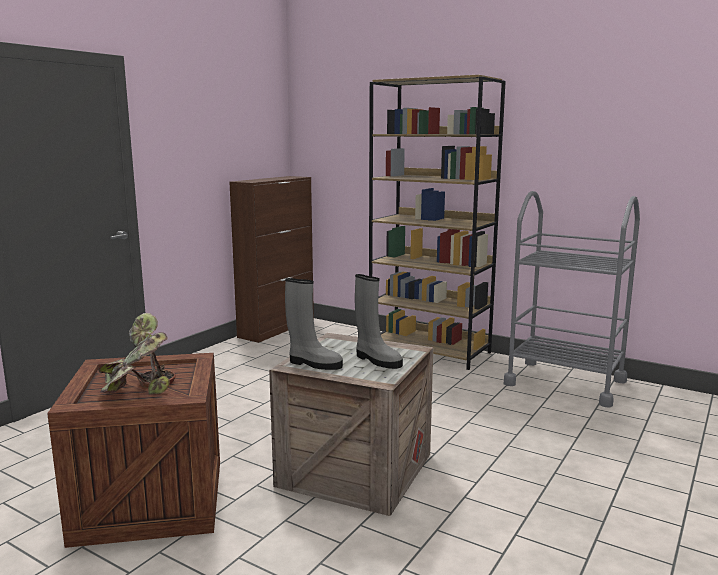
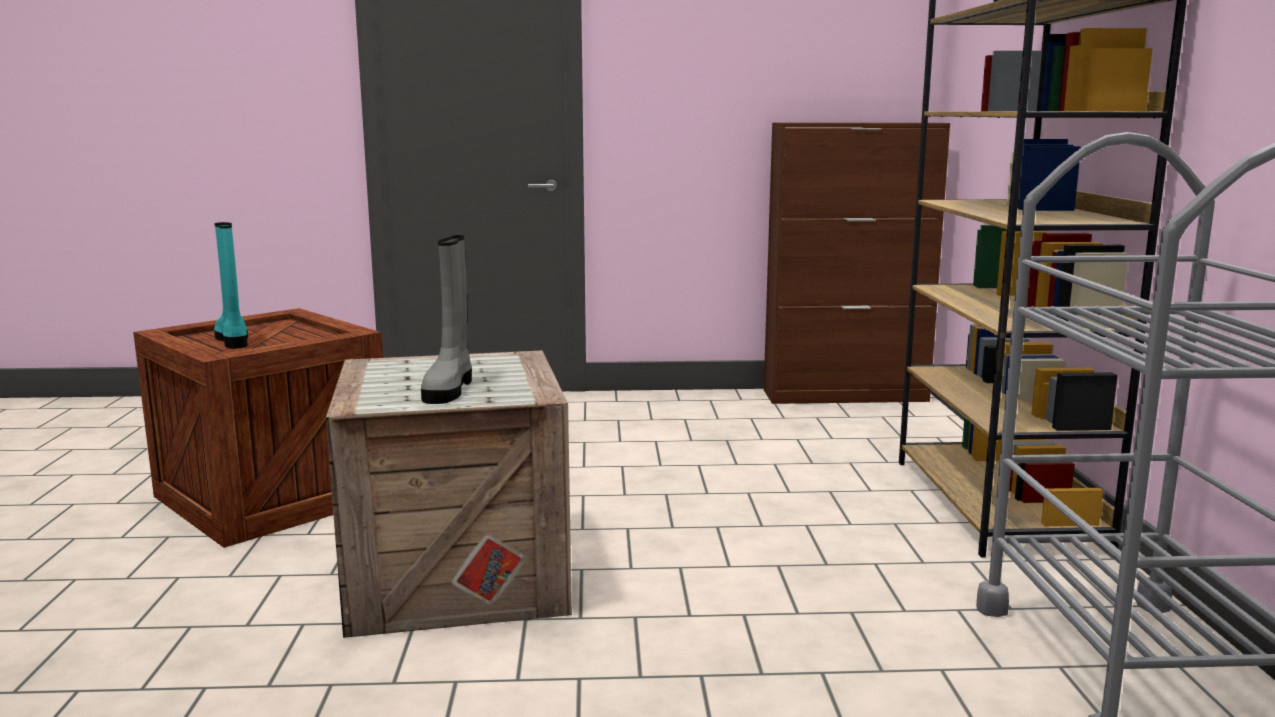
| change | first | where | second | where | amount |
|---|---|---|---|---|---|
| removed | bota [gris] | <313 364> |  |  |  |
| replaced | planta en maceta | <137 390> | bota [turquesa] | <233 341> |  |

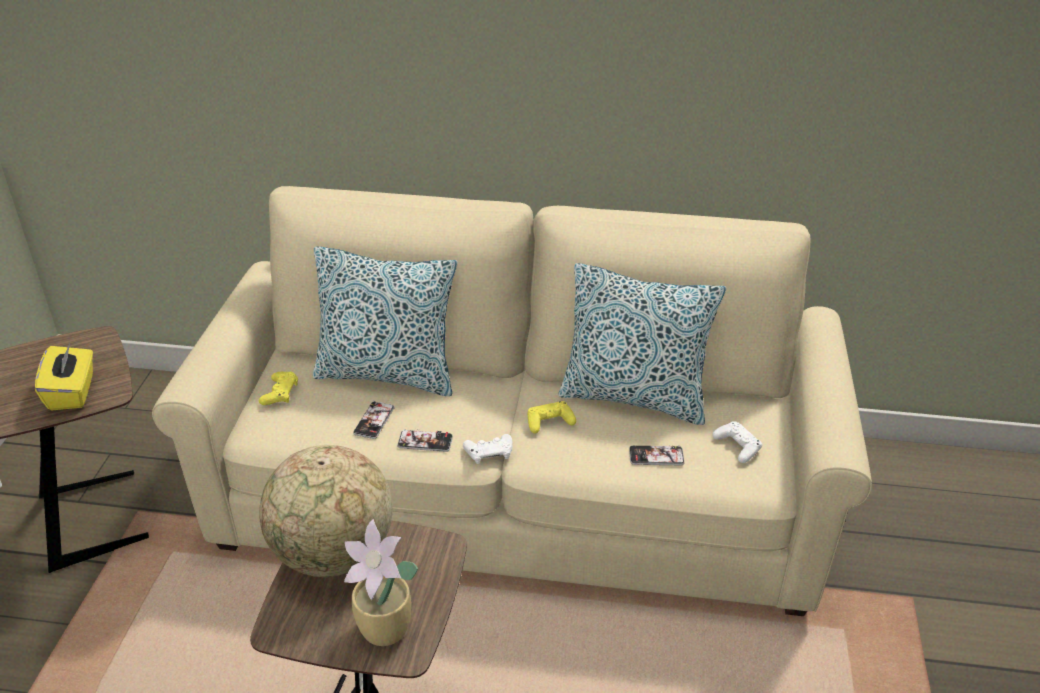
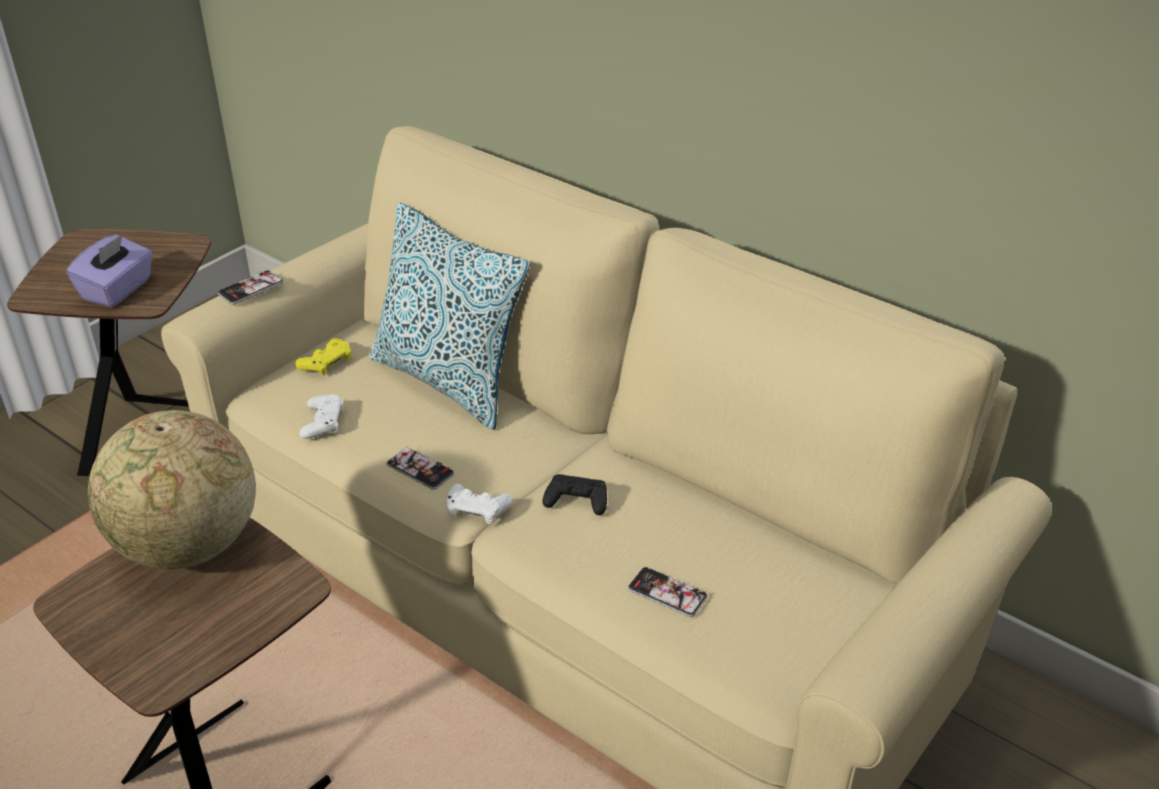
| change | first | where | second | where | amount |
|---|---|---|---|---|---|
| removed | planta en maceta | <386 631> |  |  |  |
| removed | cojín | <634 397> |  |  |  |
| moved | móvil | <374 421> |  | <251 288> |  |
| moved | mando de consola [blanco] | <737 446> |  | <323 422> |  |
| recoloured | caja de pañuelos [amarillo] | <72 392> | caja de pañuelos [morado] | <118 290> |  |
| recoloured | mando de consola [amarillo] | <549 421> | mando de consola [negro] | <576 500> |  |

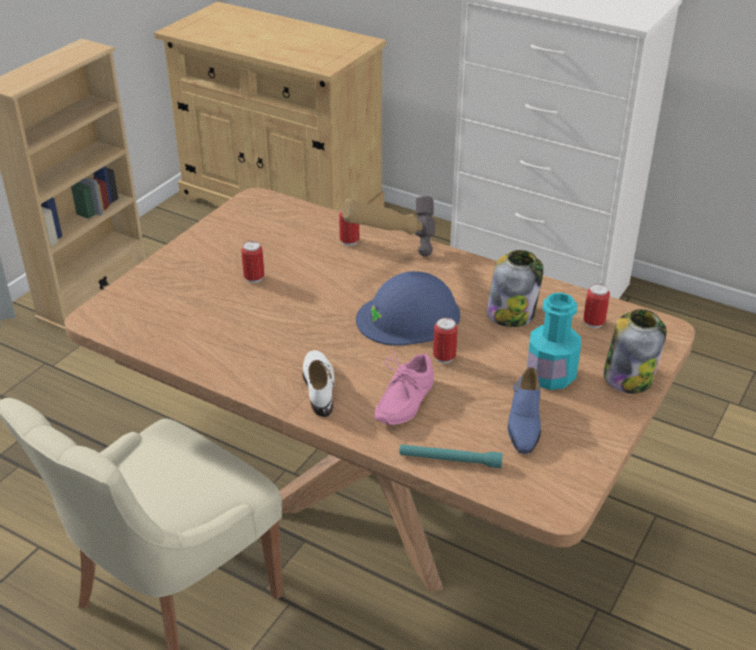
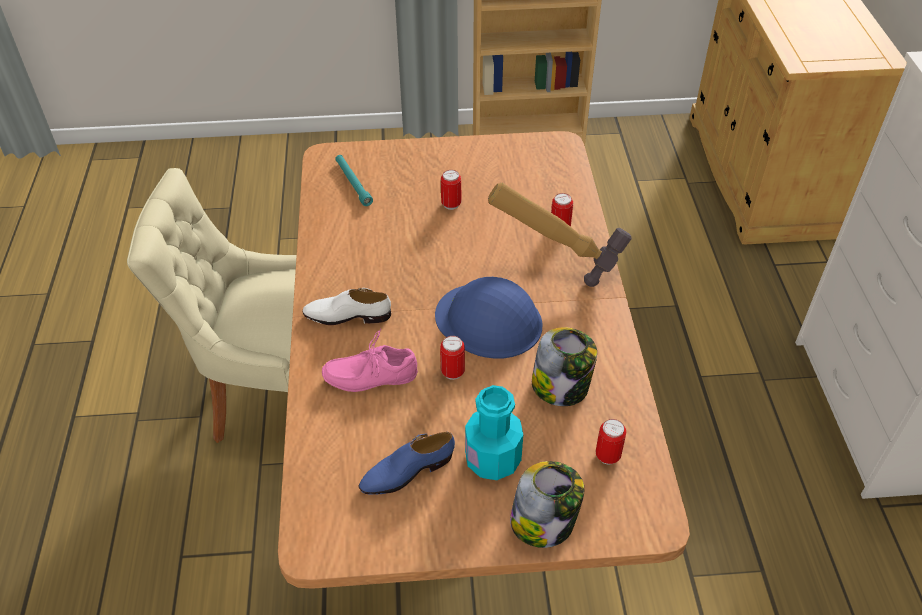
| change | first | where | second | where | amount |
|---|---|---|---|---|---|
| moved | linterna [turquesa] | <450 460> |  | <353 183> |  |
| turned | zapato [blanco] | <319 387> |  | <347 315> | 135 degrees counterclockwise |

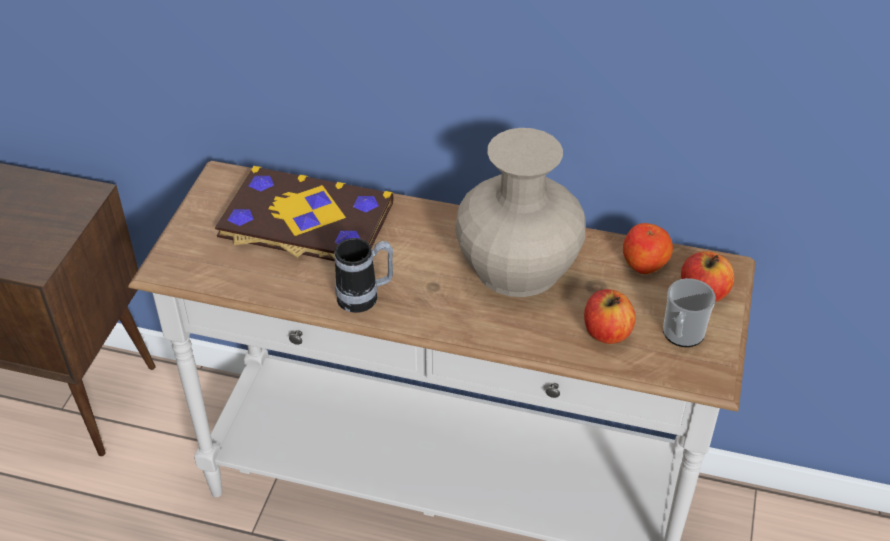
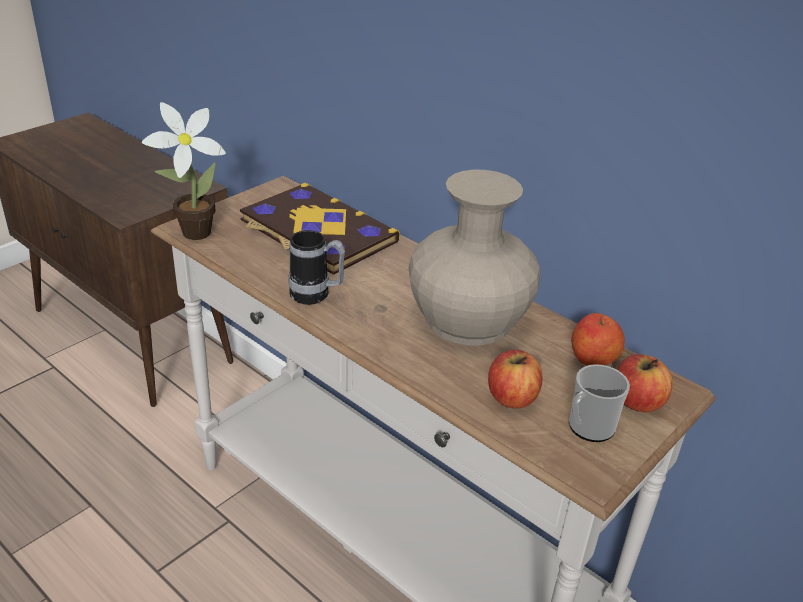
| change | first | where | second | where | amount |
|---|---|---|---|---|---|
| added |  |  | planta en maceta | <191 233> |  |

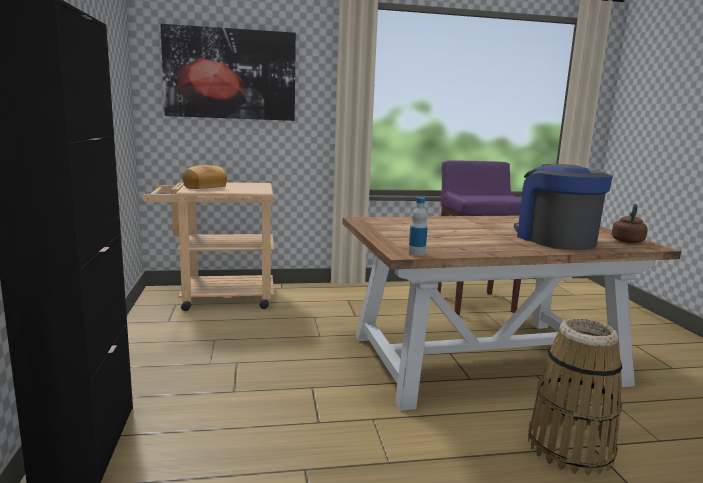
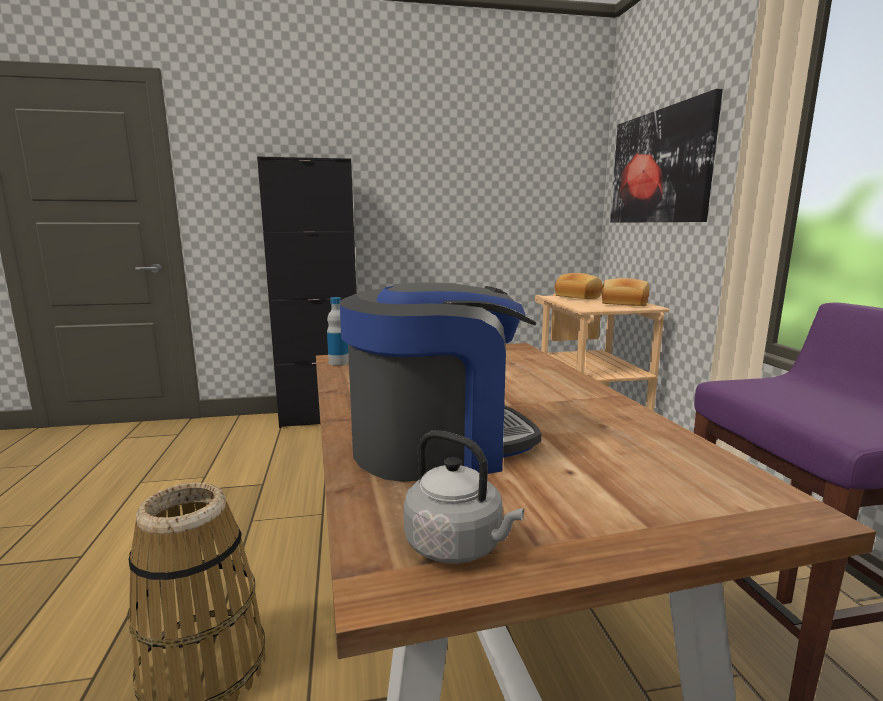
| change | first | where | second | where | amount |
|---|---|---|---|---|---|
| added |  |  | pan | <624 304> |  |
| recoloured | hervidor [marrón] | <627 241> | hervidor [gris] | <458 546> |  |

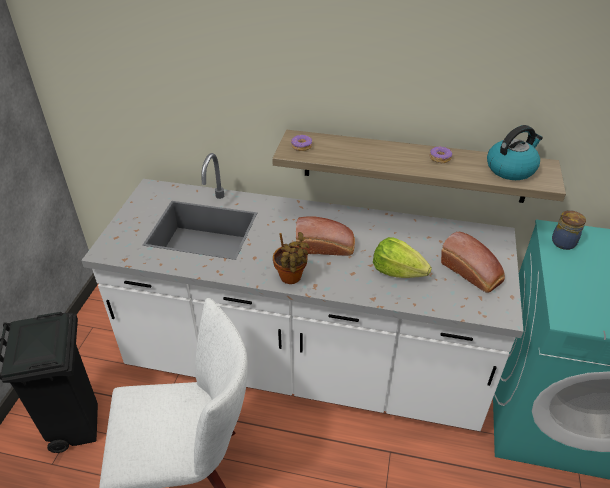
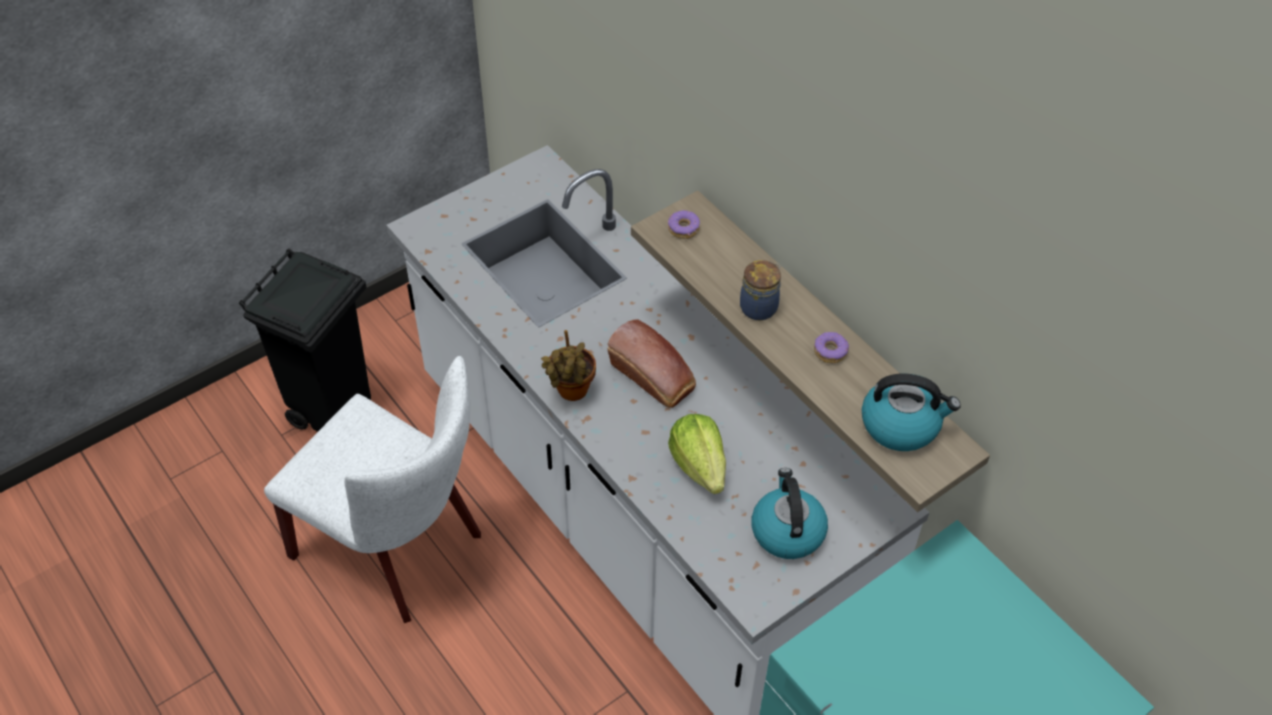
| change | first | where | second | where | amount |
|---|---|---|---|---|---|
| moved | tarro | <563 242> |  | <760 307> |  |
| replaced | pan | <472 273> | hervidor | <787 530> |  |

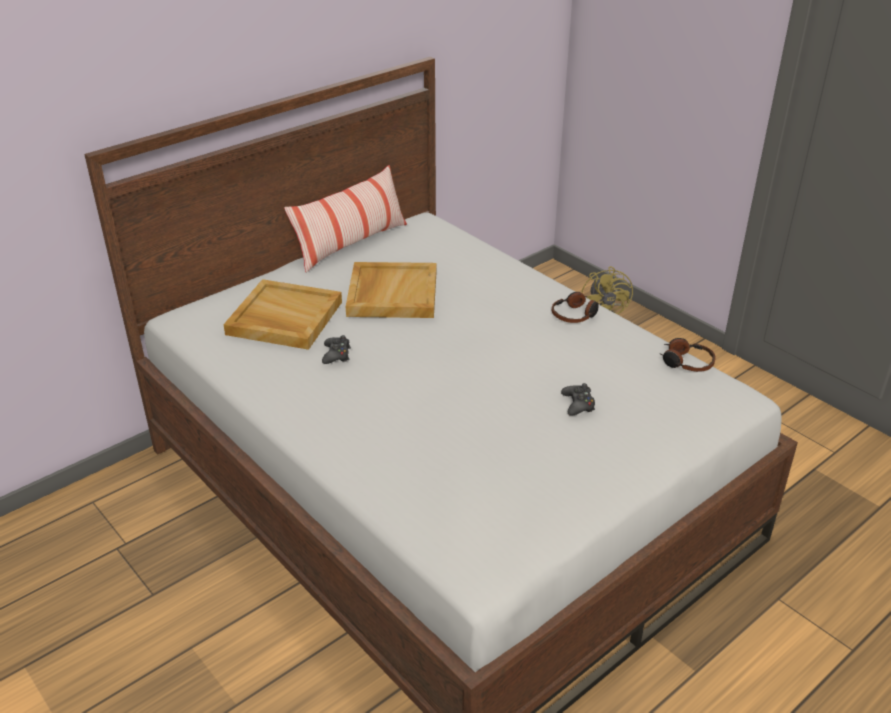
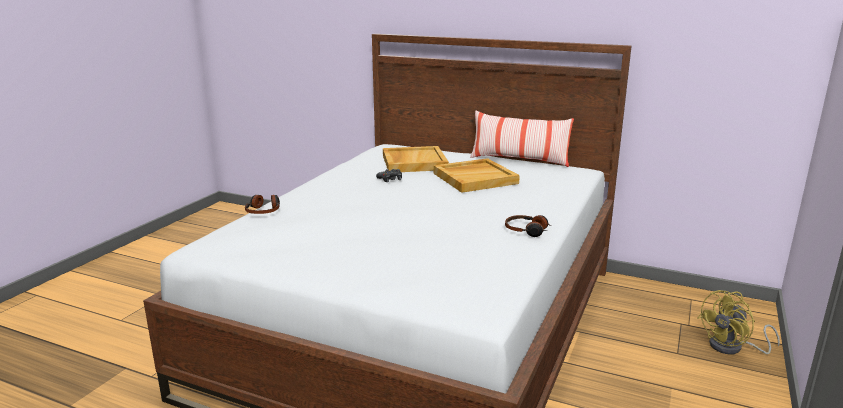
| change | first | where | second | where | amount |
|---|---|---|---|---|---|
| removed | mando de consola [negro] | <578 404> |  |  |  |
| moved | auriculares | <686 362> |  | <264 211> |  |

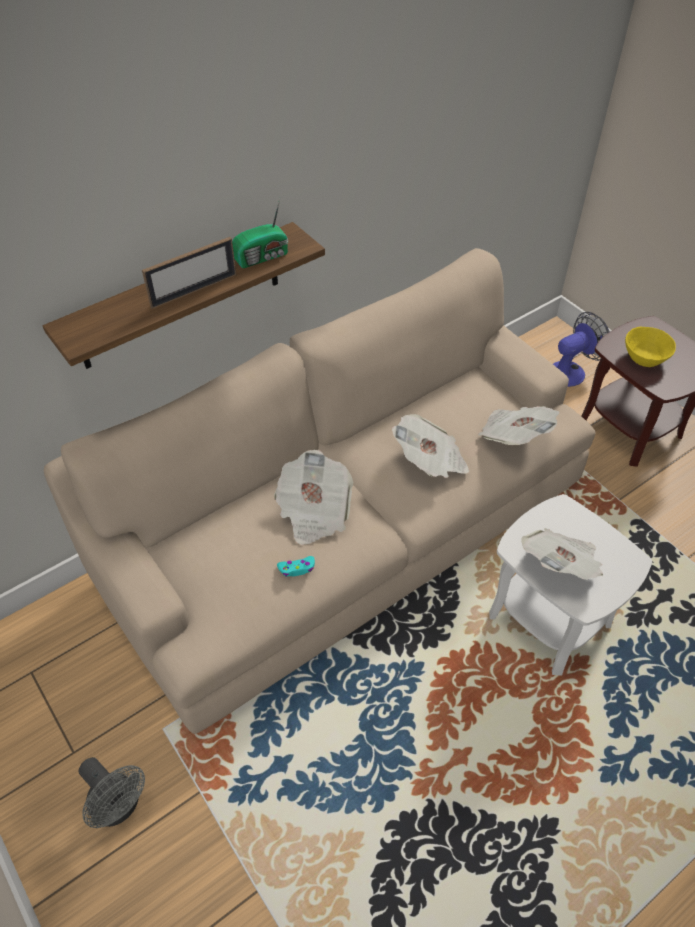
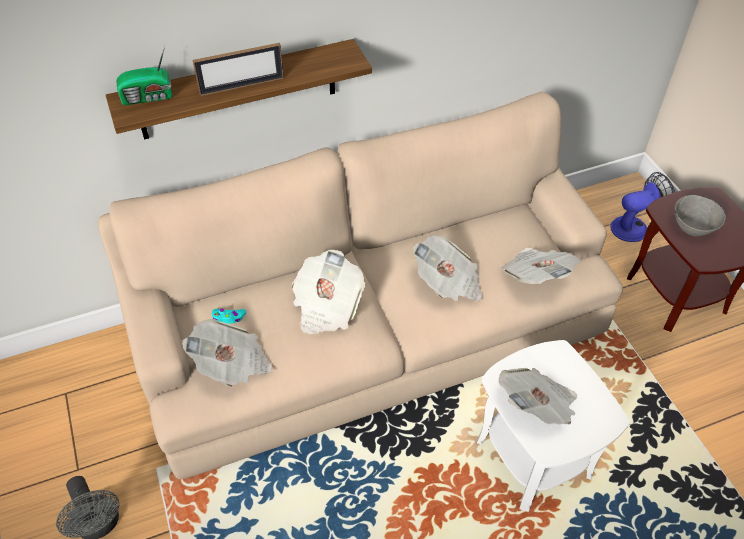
| change | first | where | second | where | amount |
|---|---|---|---|---|---|
| added |  |  | periódico | <232 365> |  |
| moved | radio | <263 257> |  | <149 97> |  |
| moved | mando de consola [turquesa] | <297 569> |  | <229 317> |  |
| recoloured | cuenco [amarillo] | <645 358> | cuenco [gris] | <693 227> |  |

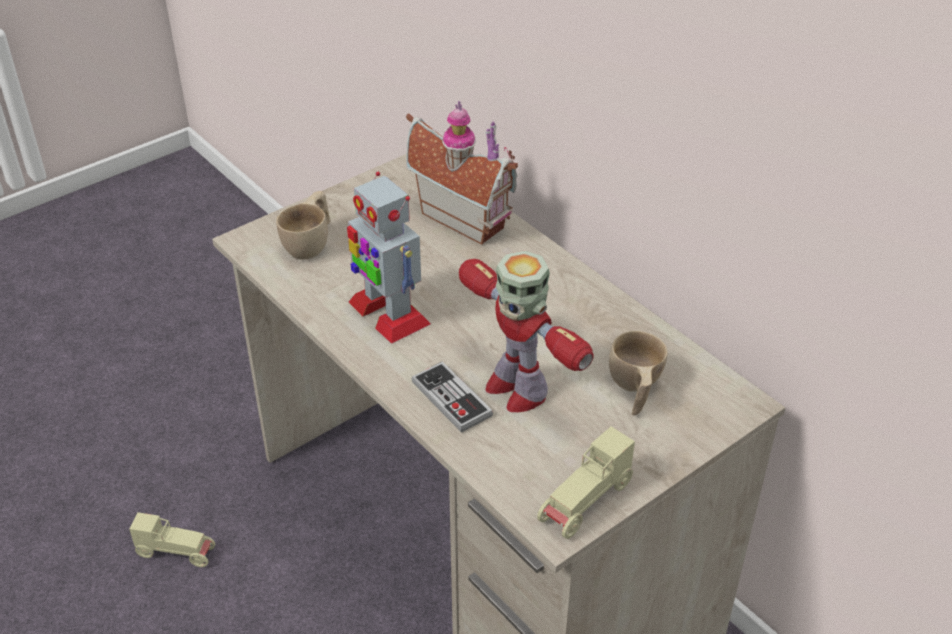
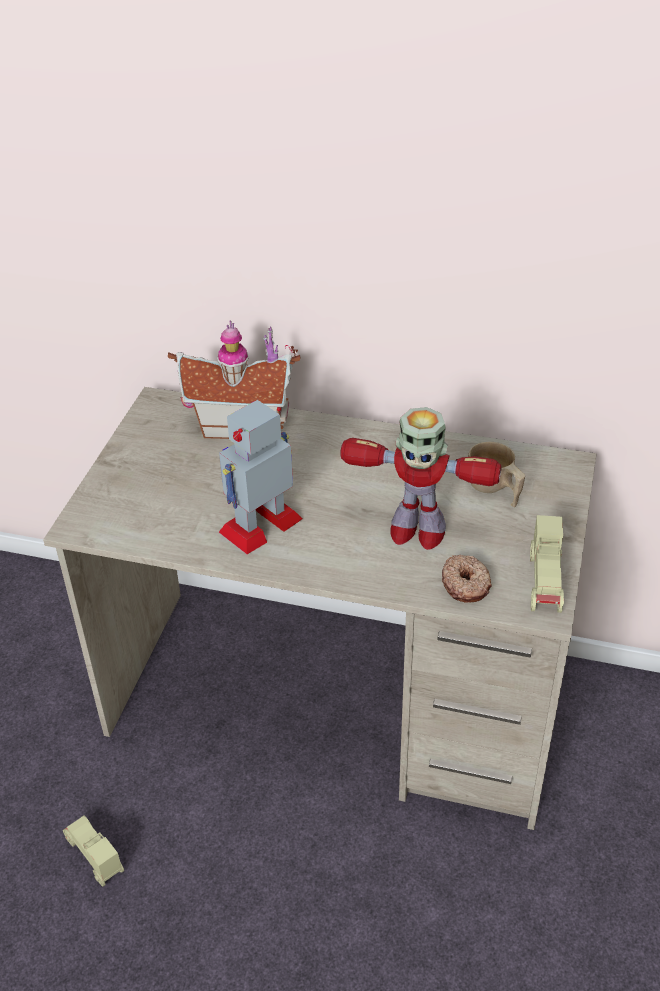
| change | first | where | second | where | amount |
|---|---|---|---|---|---|
| removed | taza [beis] | <311 243> |  |  |  |
| removed | mando de consola | <451 399> |  |  |  |
| added |  |  | rosquilla | <466 584> |  |
| turned | coche de juguete [beis] | <177 552> |  | <94 856> | 105 degrees counterclockwise |
| turned | robot de juguete | <388 312> |  | <261 525> | 120 degrees clockwise |

